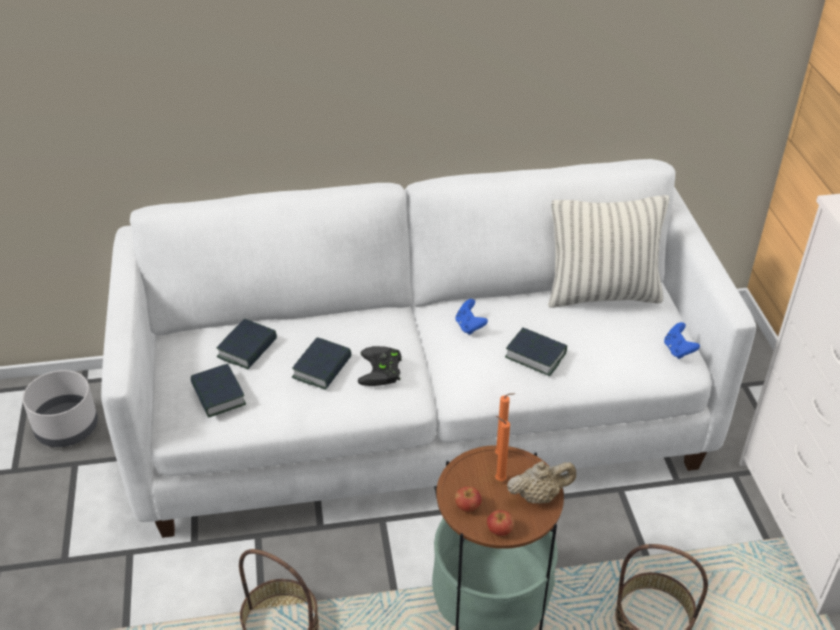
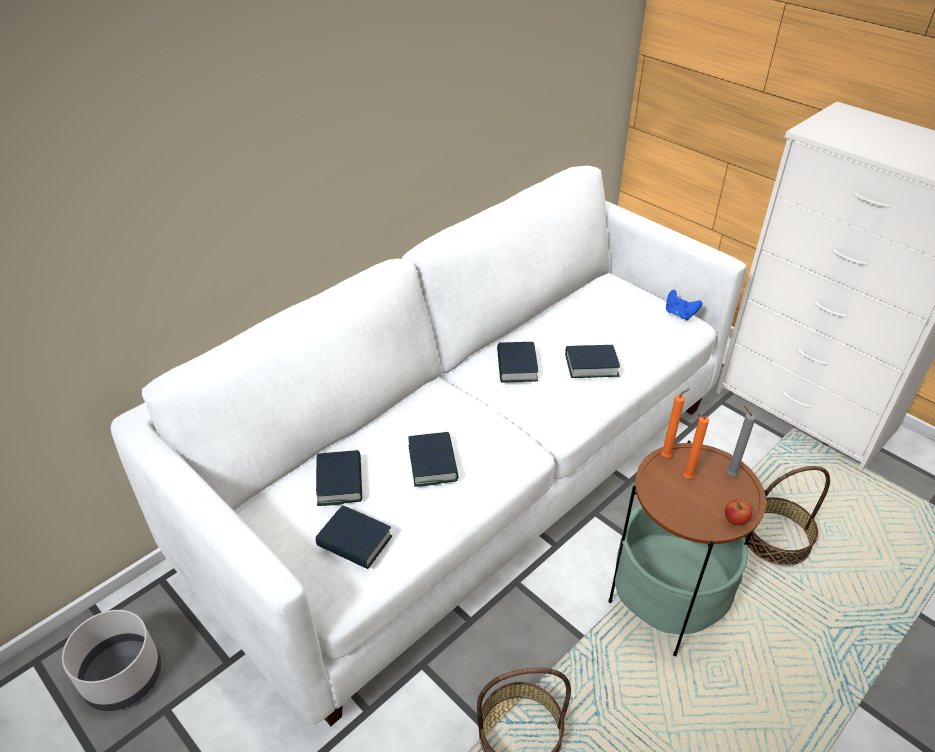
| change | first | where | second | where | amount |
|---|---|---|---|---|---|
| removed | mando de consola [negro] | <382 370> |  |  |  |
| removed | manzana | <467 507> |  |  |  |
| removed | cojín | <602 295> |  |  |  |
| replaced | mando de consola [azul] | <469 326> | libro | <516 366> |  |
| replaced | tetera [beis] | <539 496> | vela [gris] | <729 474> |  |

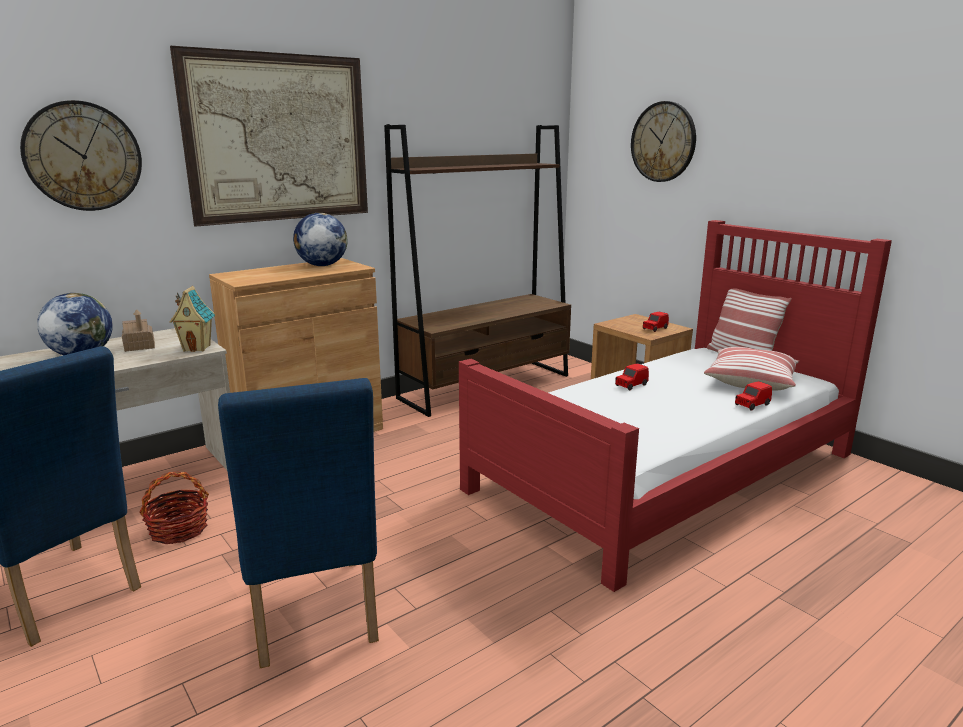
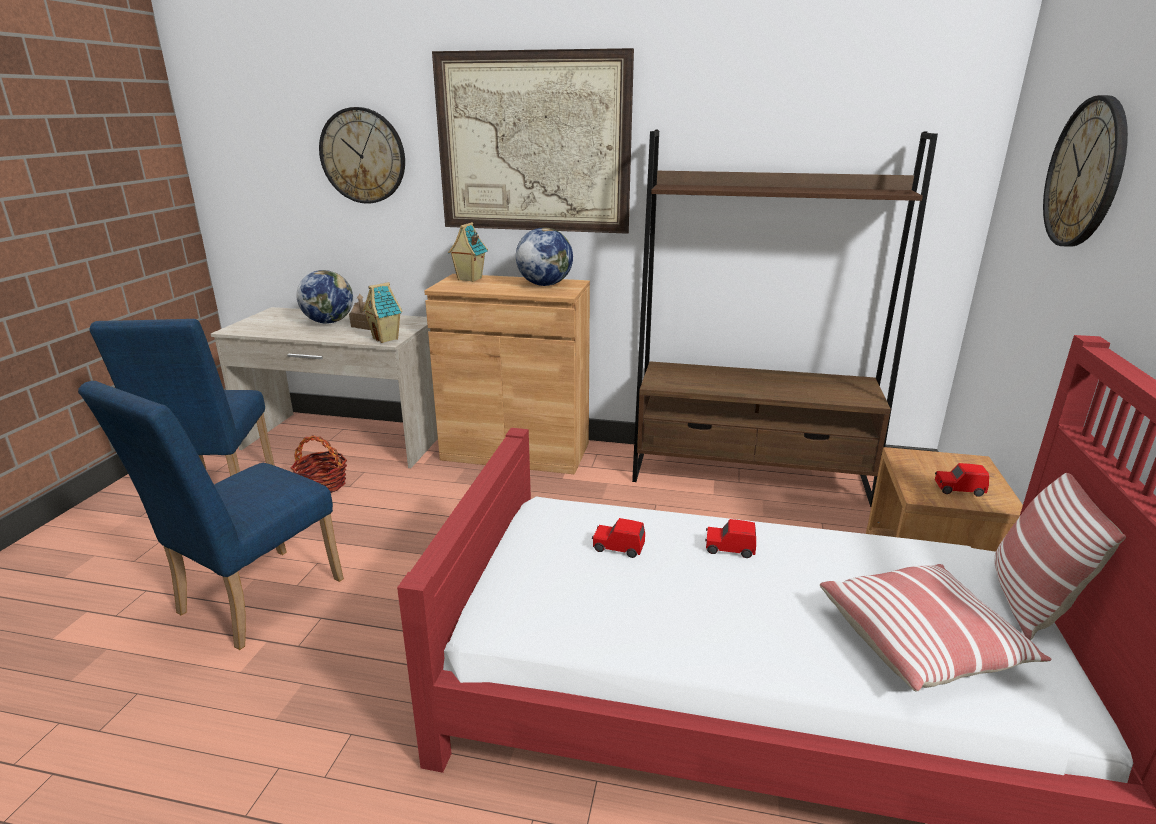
| change | first | where | second | where | amount |
|---|---|---|---|---|---|
| added |  |  | casita | <469 279> |  |
| moved | coche de juguete [rojo] | <752 405> |  | <618 548> |  |

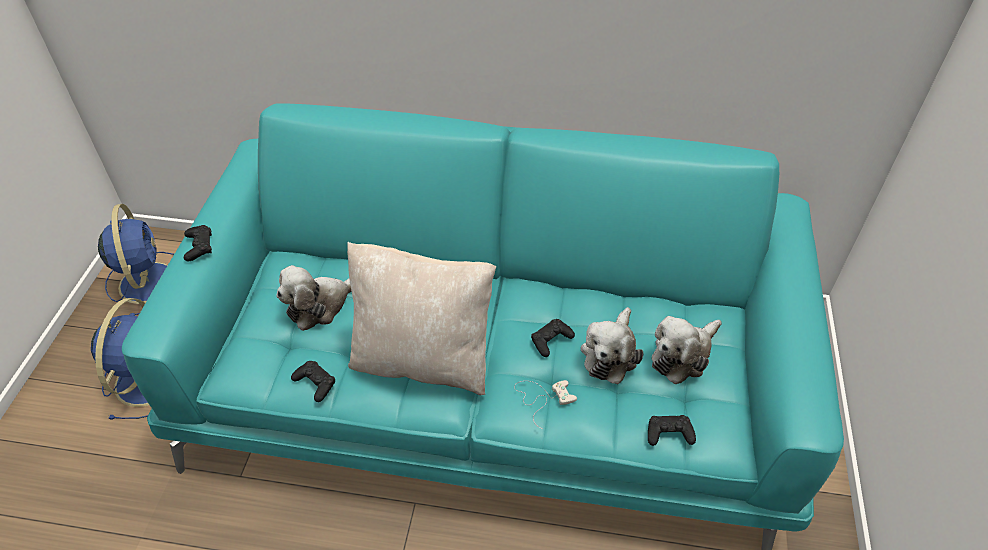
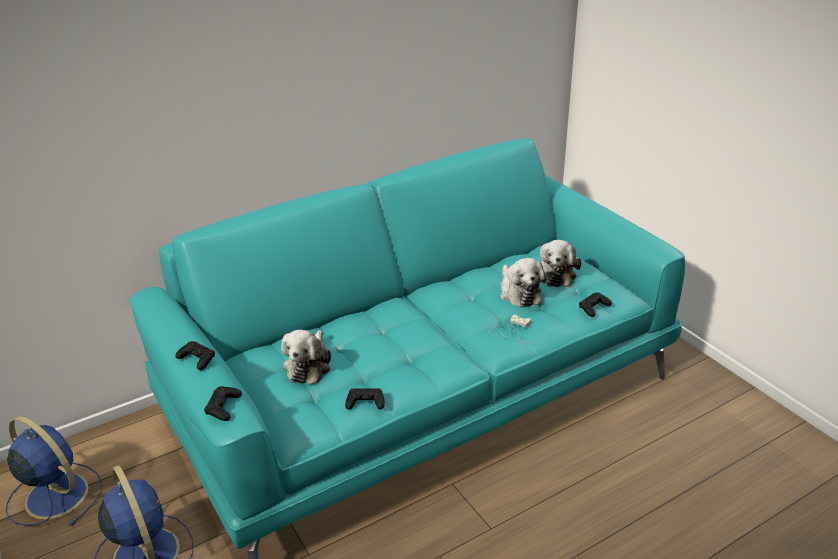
| change | first | where | second | where | amount |
|---|---|---|---|---|---|
| removed | cojín [beis] | <423 360> |  |  |  |
| moved | mando de consola [negro] | <551 340> |  | <223 407> |  |

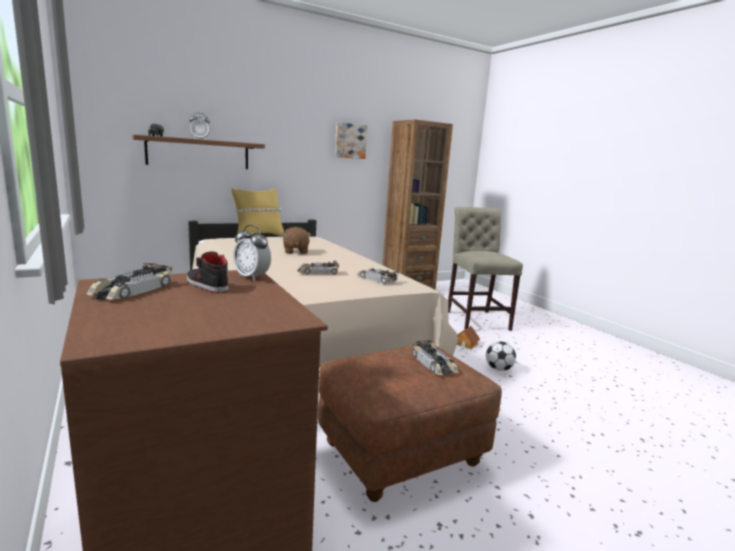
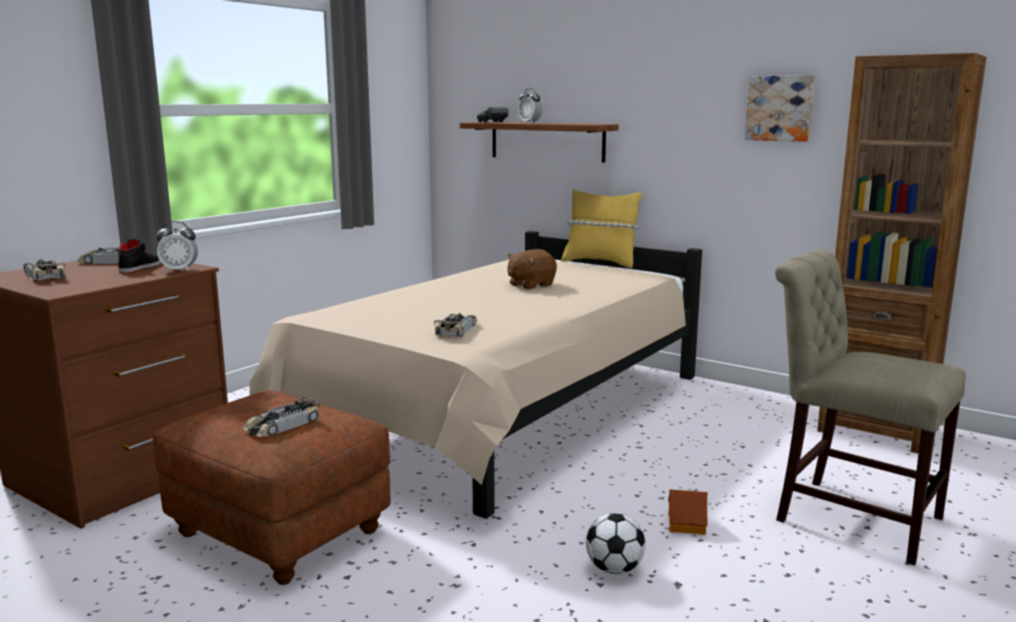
| change | first | where | second | where | amount |
|---|---|---|---|---|---|
| moved | coche de juguete | <317 272> |  | <44 275> |  |
| turned | despertador | <252 277> |  | <179 270> | 105 degrees counterclockwise |
| turned | silla [beis] | <476 319> |  | <849 515> | 105 degrees counterclockwise |

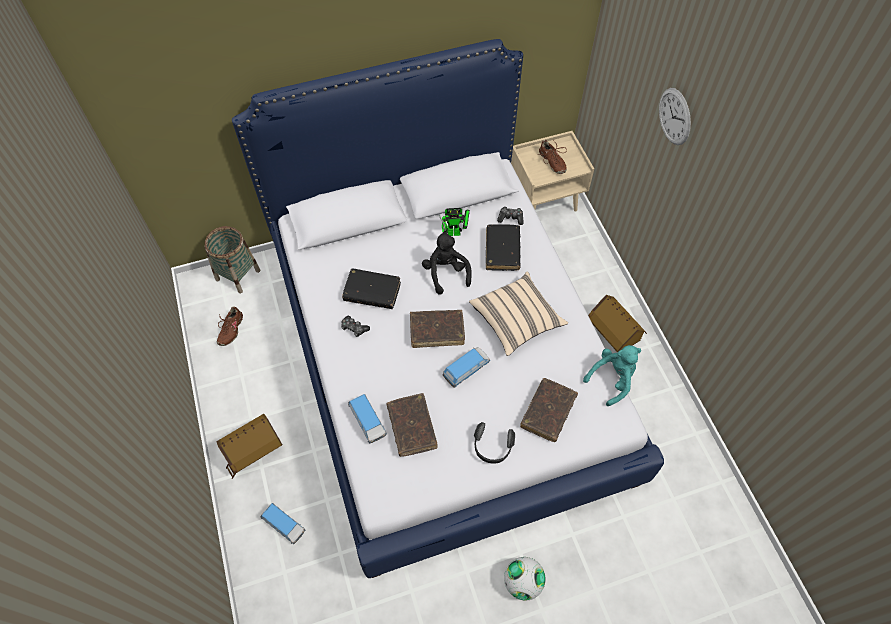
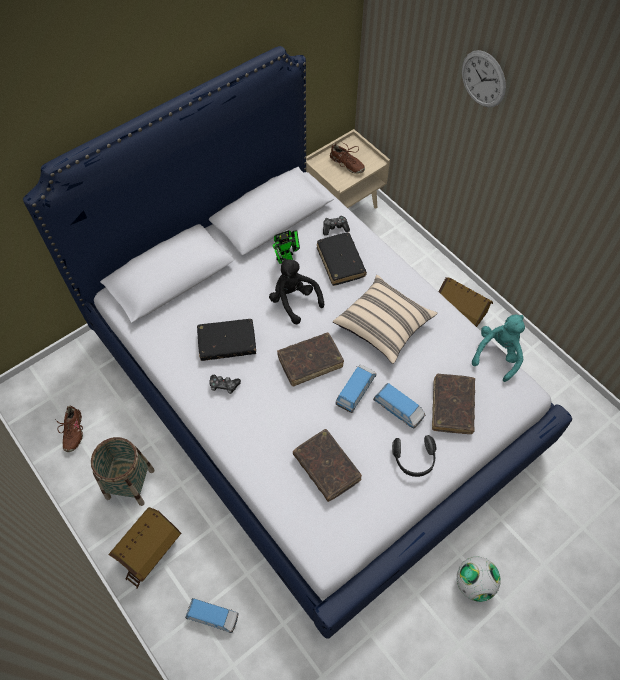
| change | first | where | second | where | amount |
|---|---|---|---|---|---|
| moved | cesta | <238 275> |  | <130 483> |  |
| moved | coche de juguete | <367 421> |  | <398 409> |  |

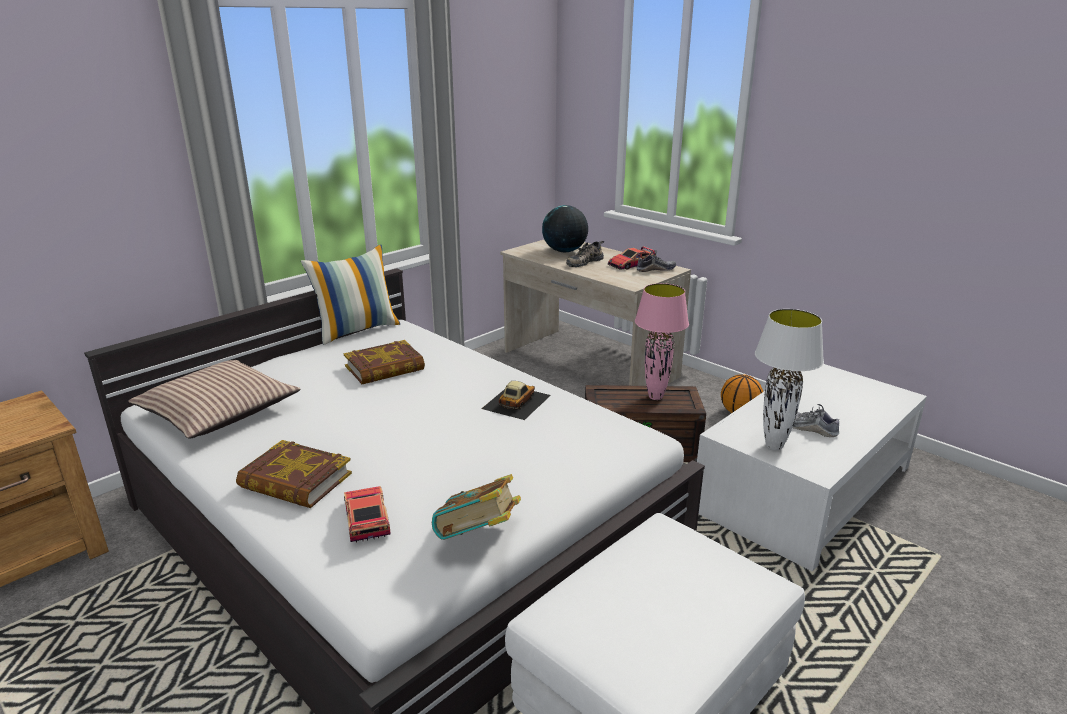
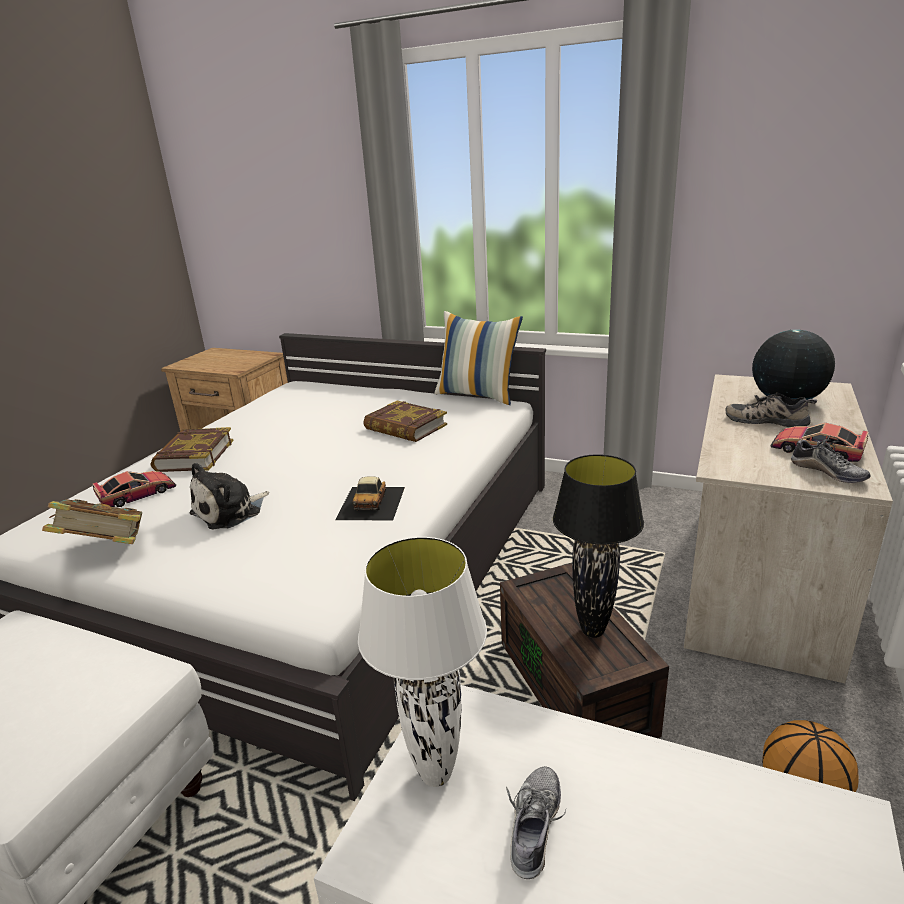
| change | first | where | second | where | amount |
|---|---|---|---|---|---|
| removed | cojín | <218 412> |  |  |  |
| added |  |  | peluche | <230 512> |  |
| recoloured | lámpara de mesa [rosa] | <655 397> | lámpara de mesa [negro] | <593 631> |  |
| turned | coche de juguete | <516 402> |  | <372 502> | 90 degrees clockwise |

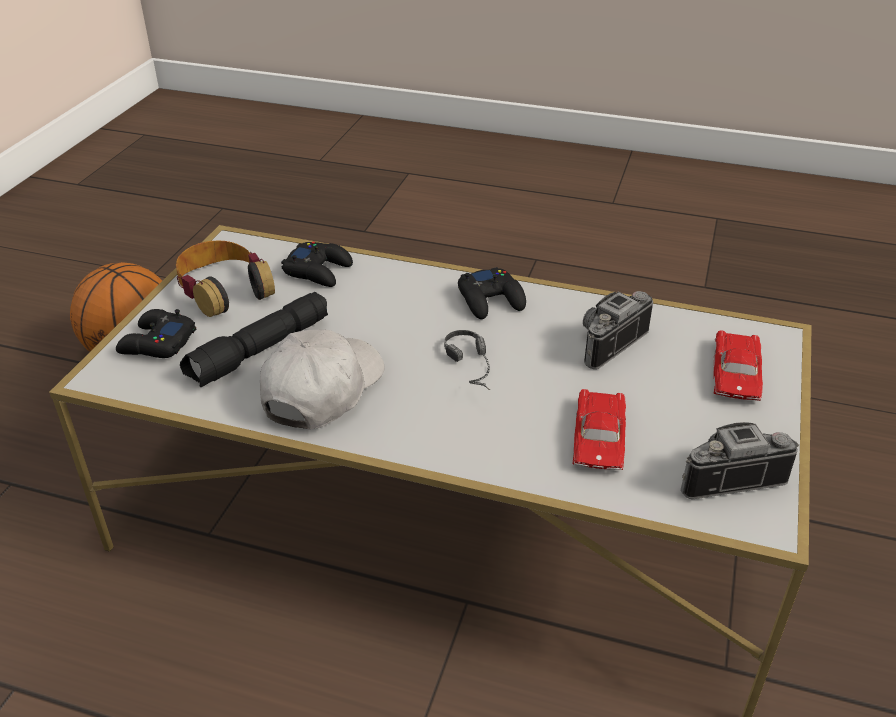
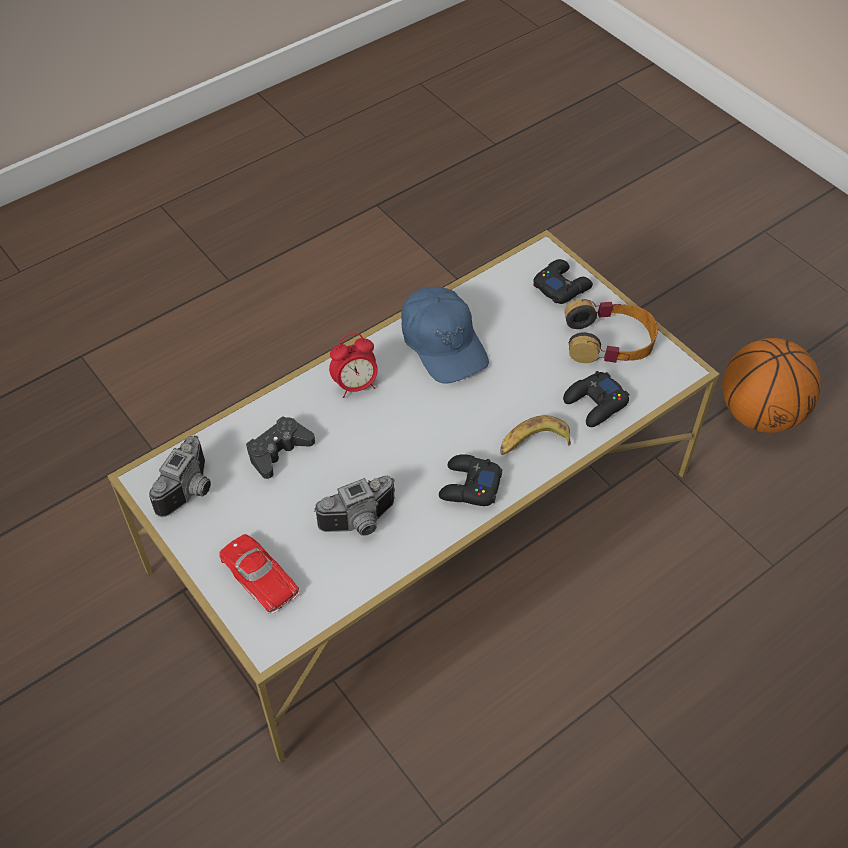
| change | first | where | second | where | amount |
|---|---|---|---|---|---|
| removed | linterna [negro] | <260 352> |  |  |  |
| removed | auriculares | <477 371> |  |  |  |
| added |  |  | despertador | <355 385> |  |
| added |  |  | plátano | <533 443> |  |
| replaced | coche de juguete [rojo] | <599 437> | mando de consola [negro] | <278 451> |  |
| recoloured | gorra [blanco] | <322 390> | gorra [azul] | <443 343> |  |
| turned | cámara | <605 342> |  | <361 523> | 75 degrees clockwise |

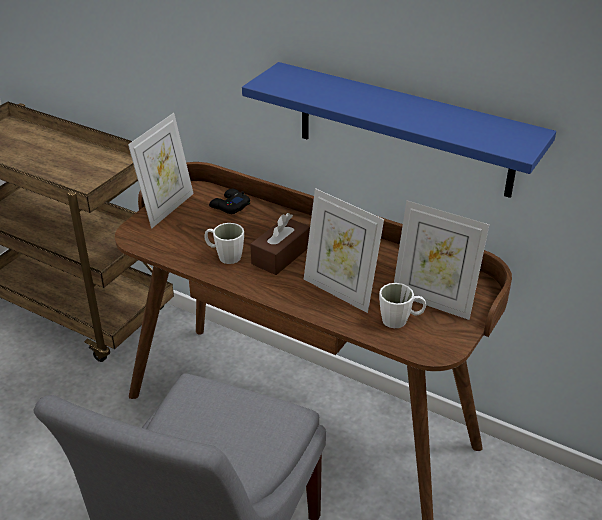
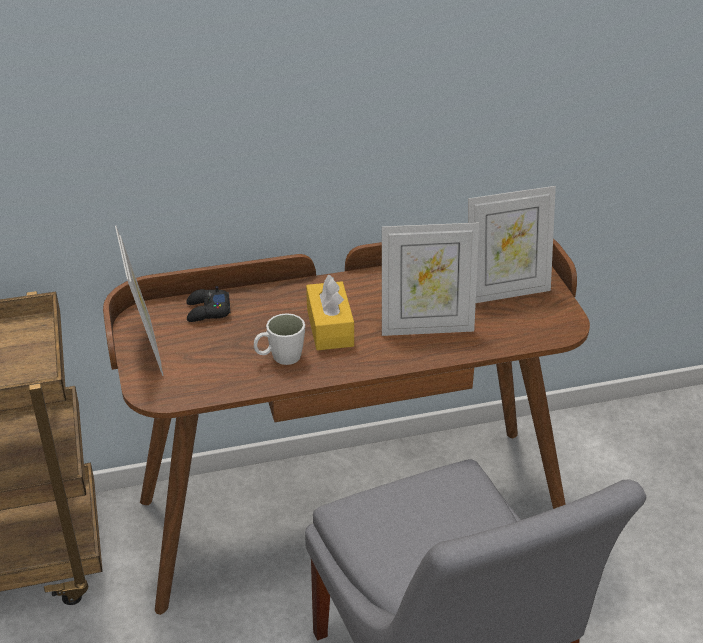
| change | first | where | second | where | amount |
|---|---|---|---|---|---|
| removed | estante [azul] | <404 130> |  |  |  |
| removed | taza grande [blanco] | <400 320> |  |  |  |
| recoloured | caja de pañuelos [marrón] | <281 255> | caja de pañuelos [amarillo] | <330 327> |  |

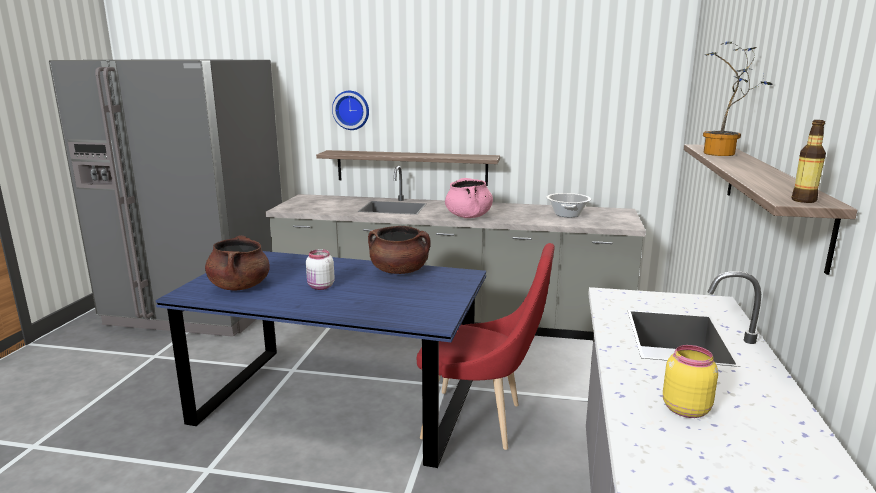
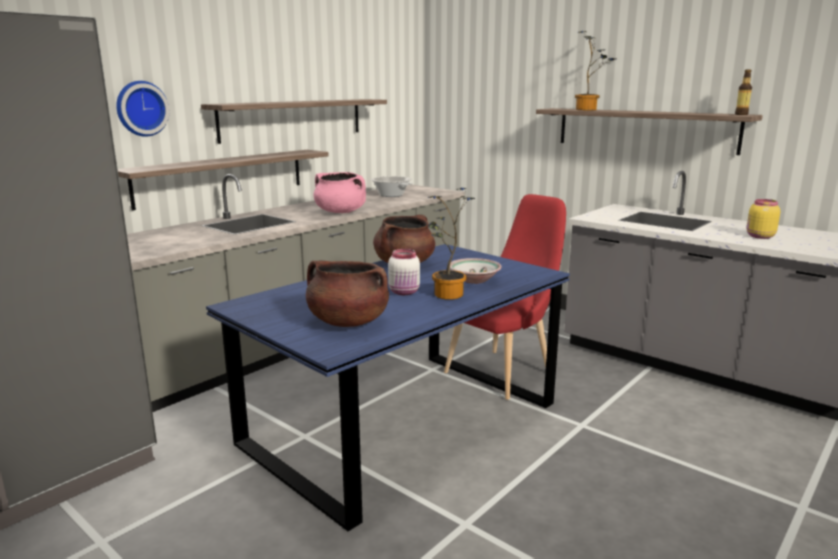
| change | first | where | second | where | amount |
|---|---|---|---|---|---|
| added |  |  | estante | <293 119> |  |
| added |  |  | planta en maceta | <446 296> |  |
| added |  |  | cuenco | <474 280> |  |

